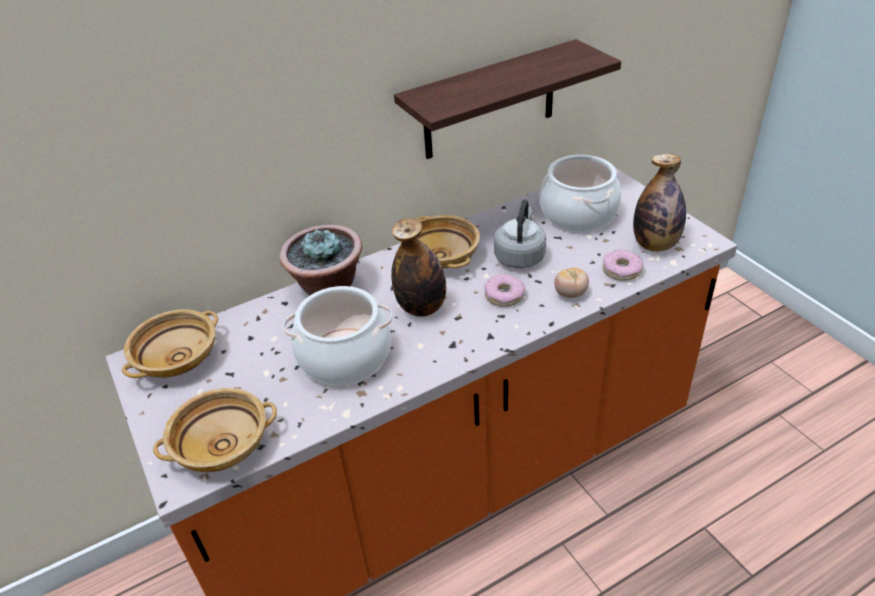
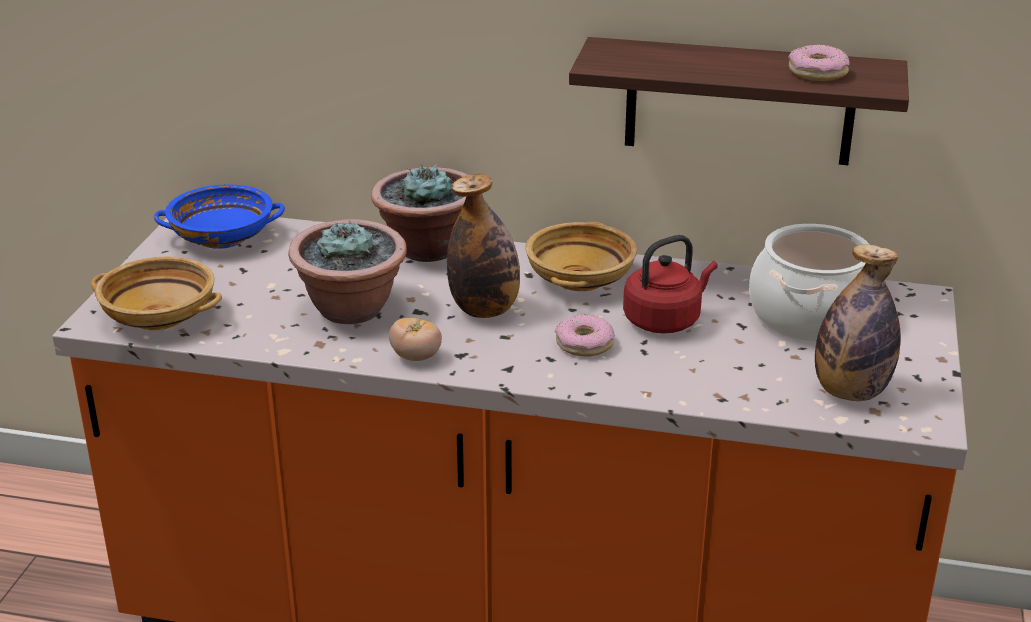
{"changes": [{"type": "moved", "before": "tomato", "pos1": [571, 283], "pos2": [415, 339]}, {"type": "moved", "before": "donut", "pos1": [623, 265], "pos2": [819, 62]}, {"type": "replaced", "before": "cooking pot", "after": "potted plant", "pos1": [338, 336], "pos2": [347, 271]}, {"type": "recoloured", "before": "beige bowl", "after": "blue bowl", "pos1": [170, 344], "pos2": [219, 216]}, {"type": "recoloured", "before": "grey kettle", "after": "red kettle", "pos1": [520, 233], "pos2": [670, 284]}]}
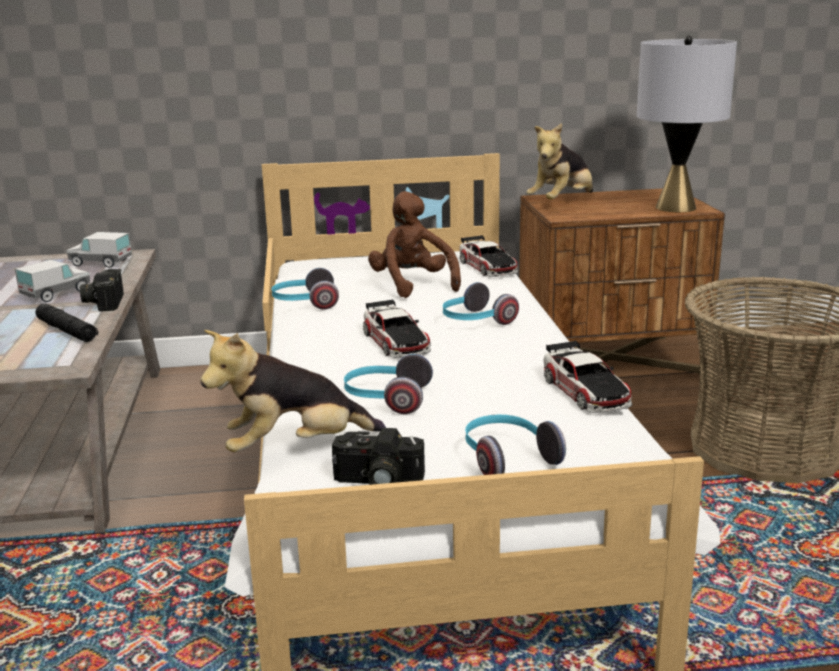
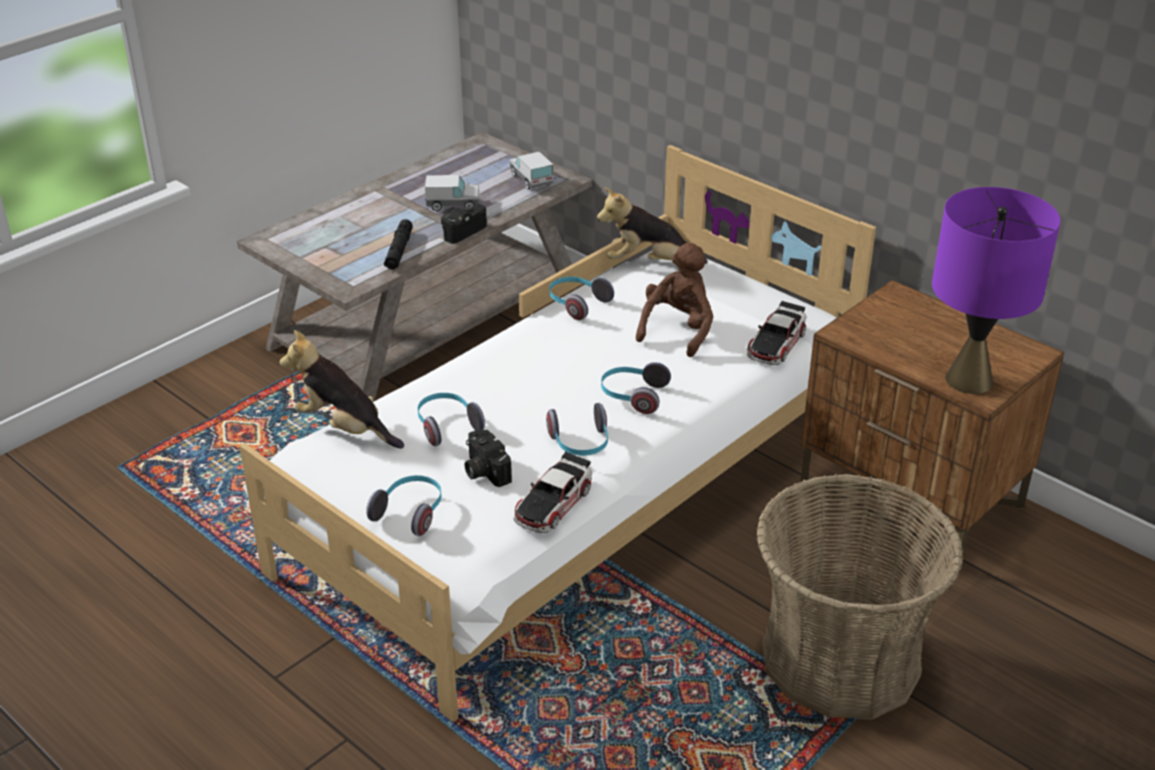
{"changes": [{"type": "removed", "before": "toy car", "pos1": [397, 329]}, {"type": "added", "after": "headphones", "pos2": [577, 429]}, {"type": "moved", "before": "photo camera", "pos1": [378, 456], "pos2": [488, 458]}, {"type": "moved", "before": "plush toy", "pos1": [559, 161], "pos2": [652, 226]}, {"type": "recoloured", "before": "grey table lamp", "after": "purple table lamp", "pos1": [687, 124], "pos2": [996, 290]}]}
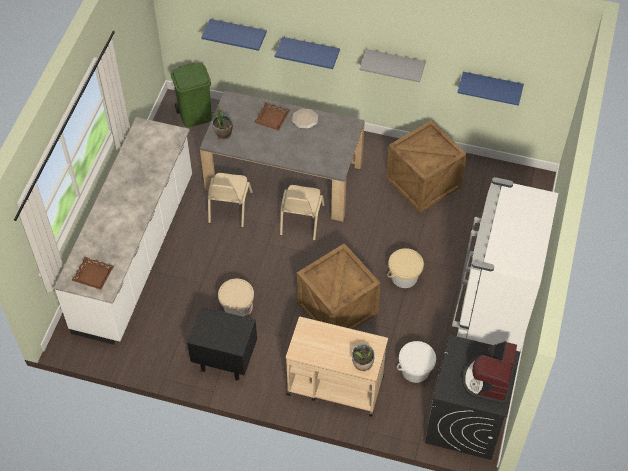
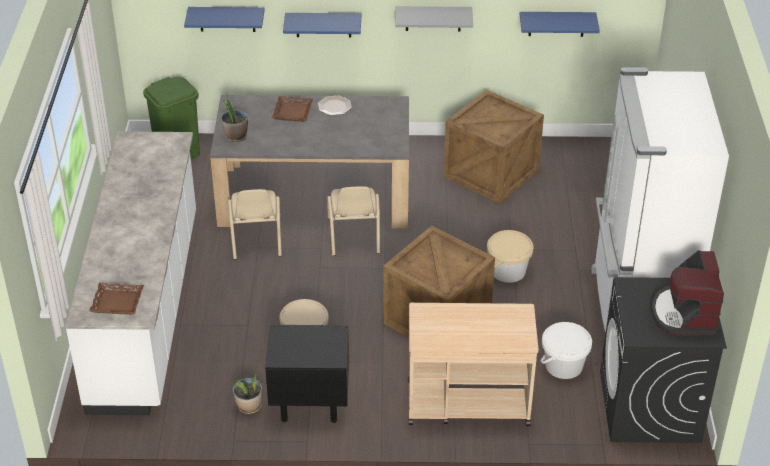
{"changes": [{"type": "moved", "before": "potted plant", "pos1": [363, 357], "pos2": [247, 394]}]}
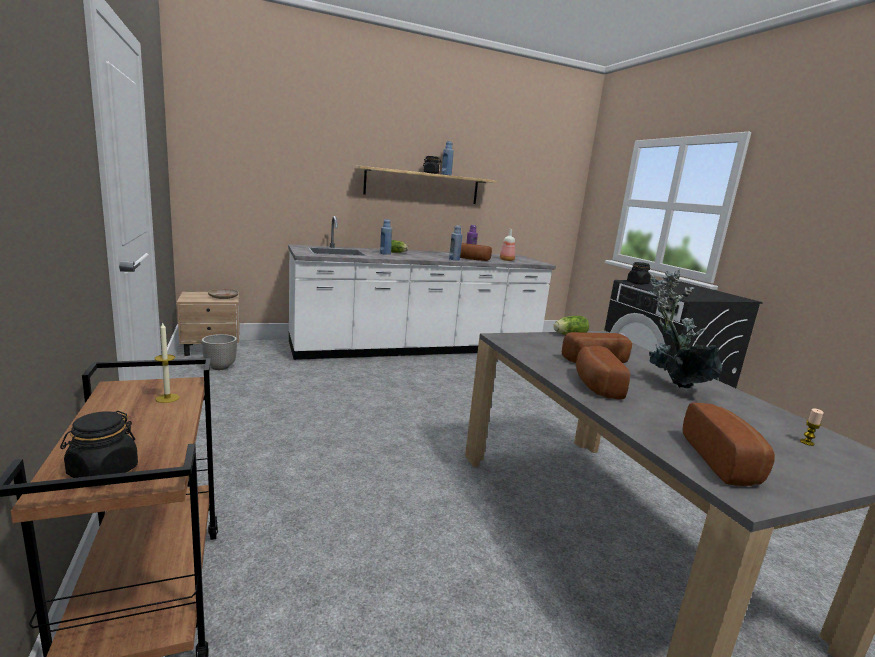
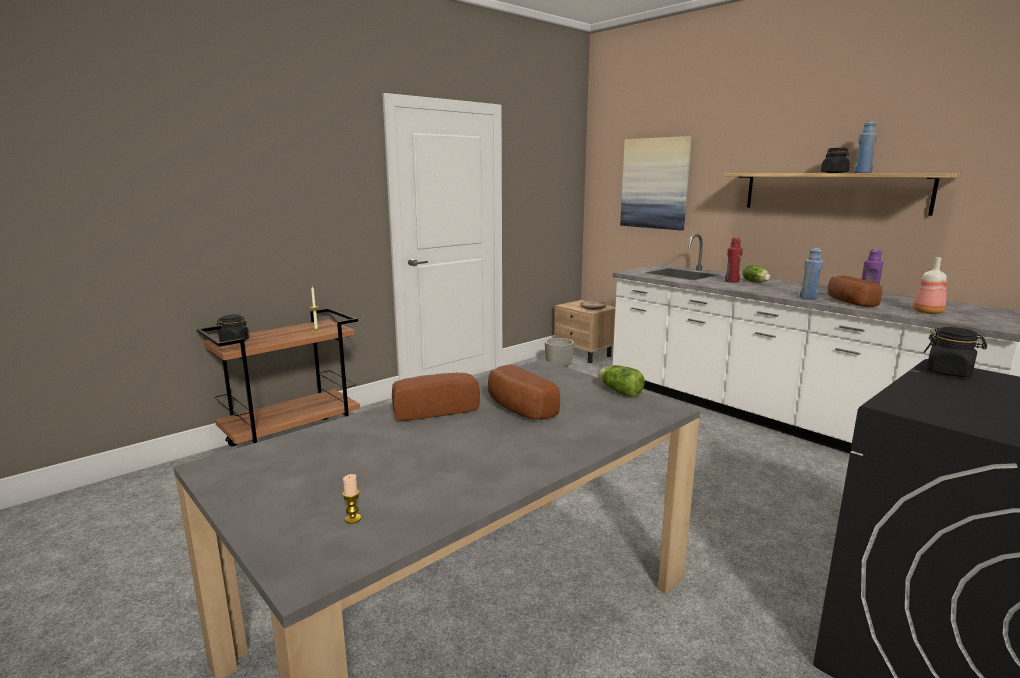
{"changes": [{"type": "removed", "before": "potted plant", "pos1": [686, 328]}, {"type": "removed", "before": "bread", "pos1": [728, 444]}, {"type": "added", "after": "picture", "pos2": [655, 183]}, {"type": "recoloured", "before": "blue bottle", "after": "red bottle", "pos1": [386, 237], "pos2": [734, 260]}]}
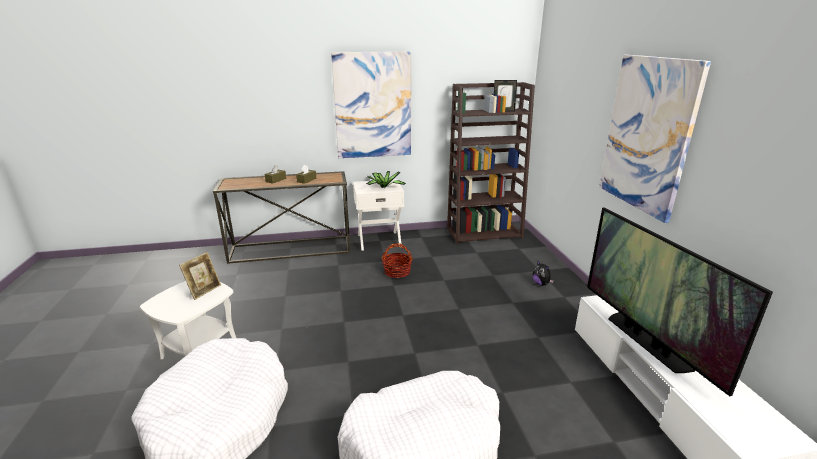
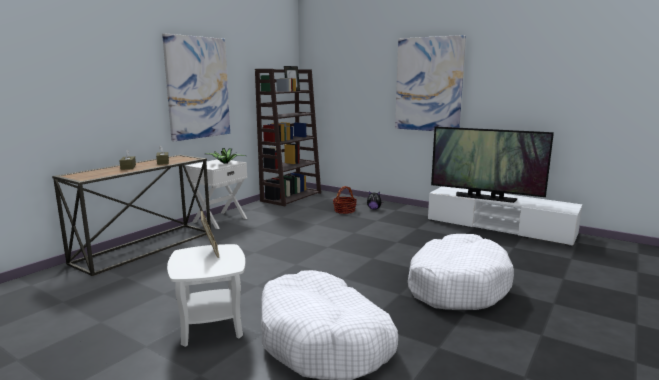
{"changes": [{"type": "moved", "before": "basket", "pos1": [397, 260], "pos2": [345, 200]}]}
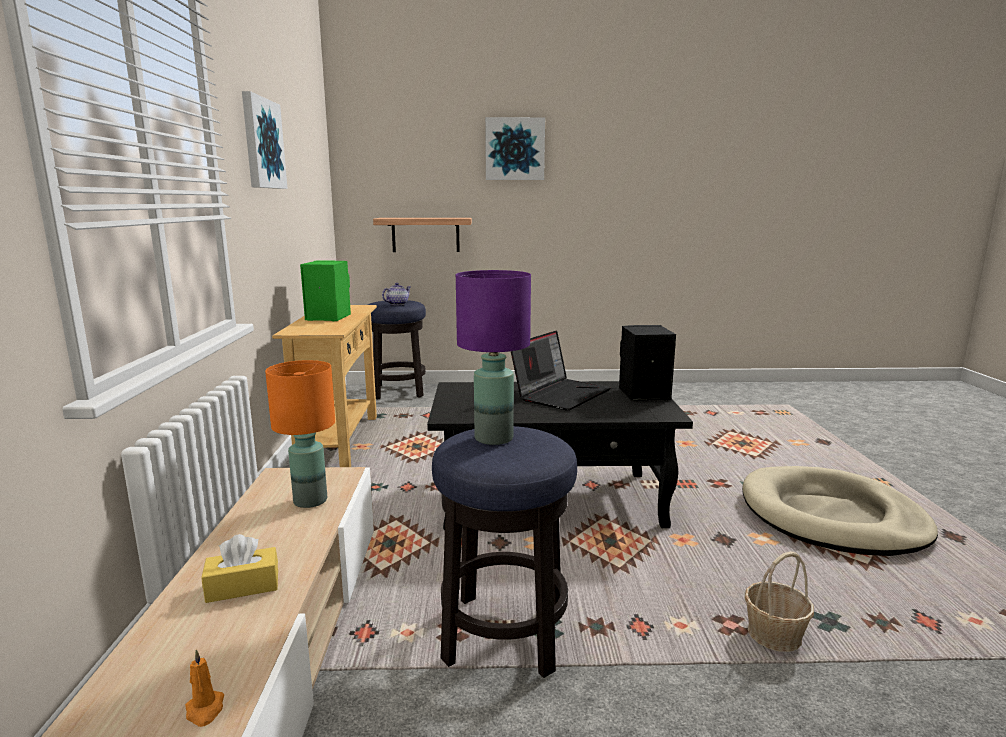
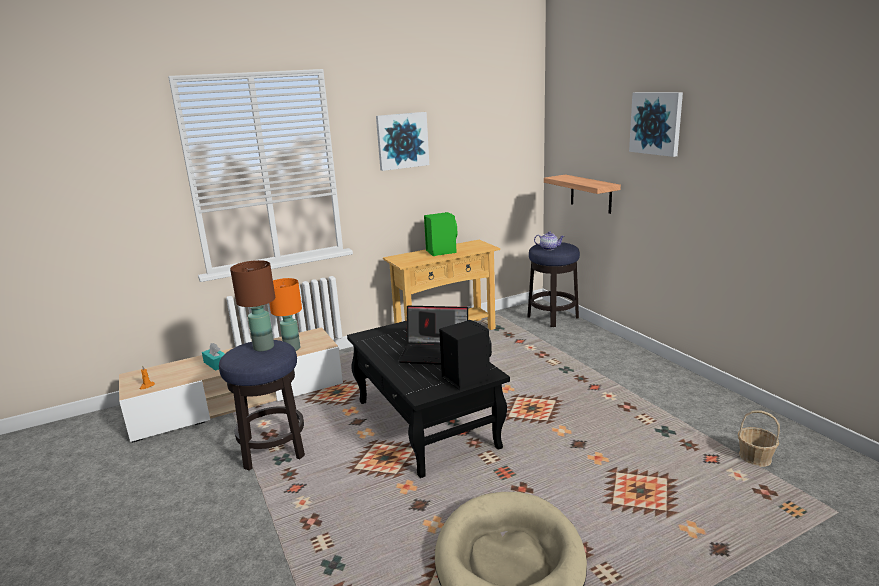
{"changes": [{"type": "moved", "before": "basket", "pos1": [779, 602], "pos2": [759, 438]}, {"type": "recoloured", "before": "yellow tissue box", "after": "turquoise tissue box", "pos1": [239, 568], "pos2": [213, 357]}, {"type": "recoloured", "before": "purple table lamp", "after": "brown table lamp", "pos1": [493, 357], "pos2": [252, 305]}]}
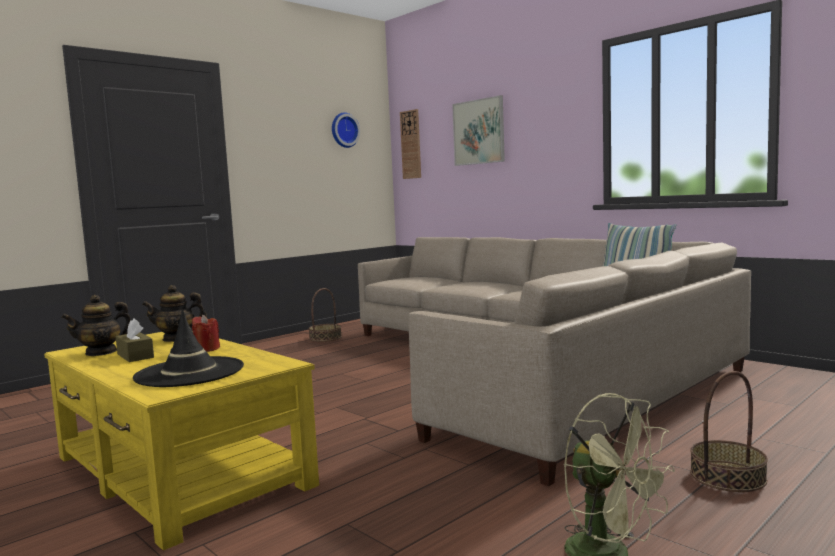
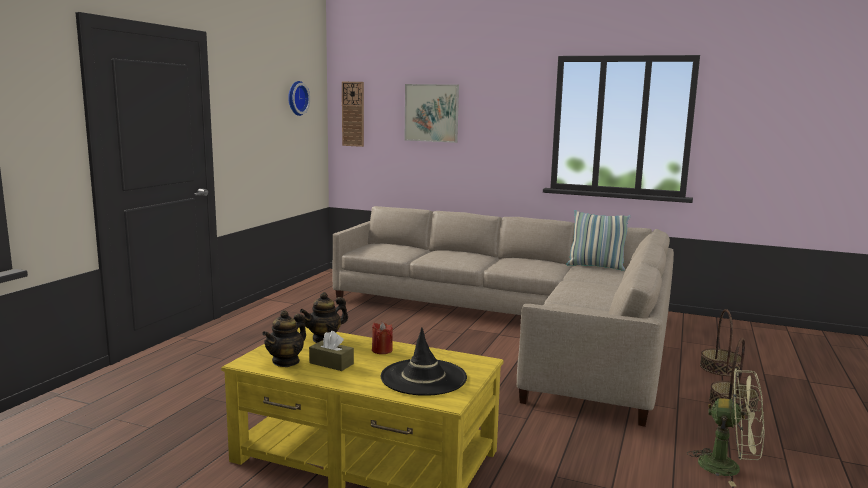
{"changes": [{"type": "moved", "before": "basket", "pos1": [325, 315], "pos2": [720, 342]}]}
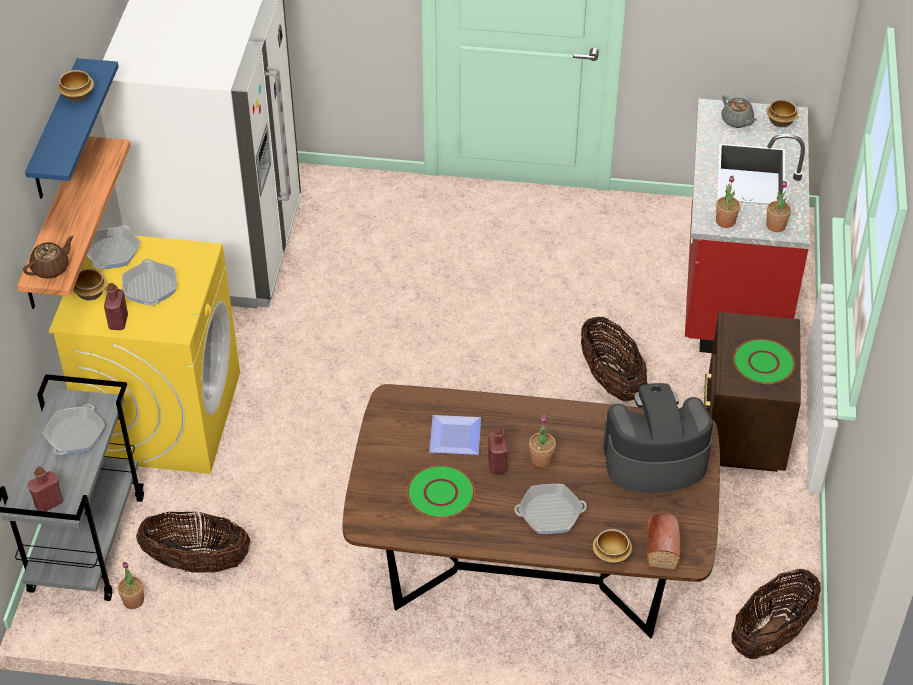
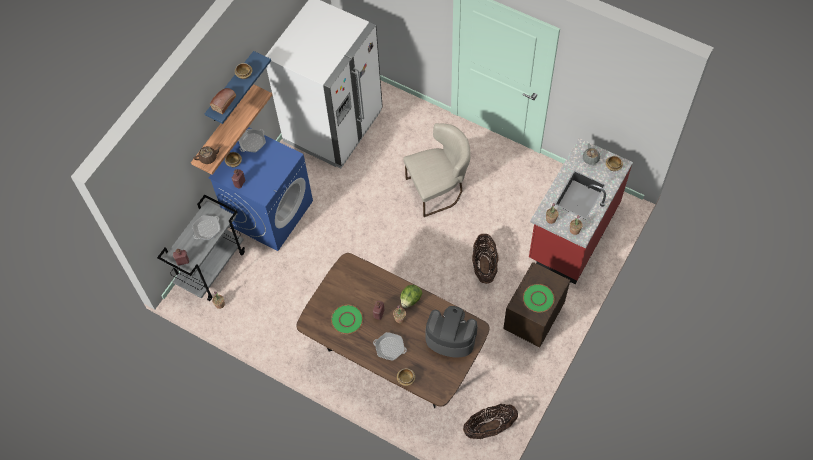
{"changes": [{"type": "removed", "before": "frying pan", "pos1": [149, 282]}, {"type": "removed", "before": "basket", "pos1": [193, 542]}, {"type": "removed", "before": "plate", "pos1": [455, 435]}, {"type": "added", "after": "lettuce", "pos2": [411, 296]}, {"type": "added", "after": "beige chair", "pos2": [437, 170]}, {"type": "moved", "before": "bread", "pos1": [663, 541], "pos2": [223, 101]}, {"type": "recoloured", "before": "yellow washing machine", "after": "blue washing machine", "pos1": [144, 355], "pos2": [261, 189]}]}
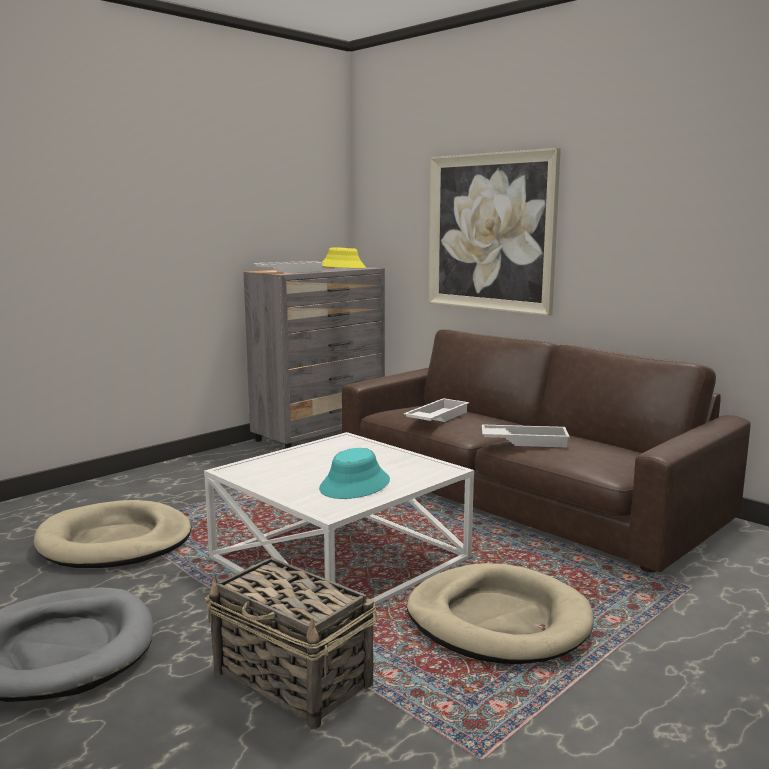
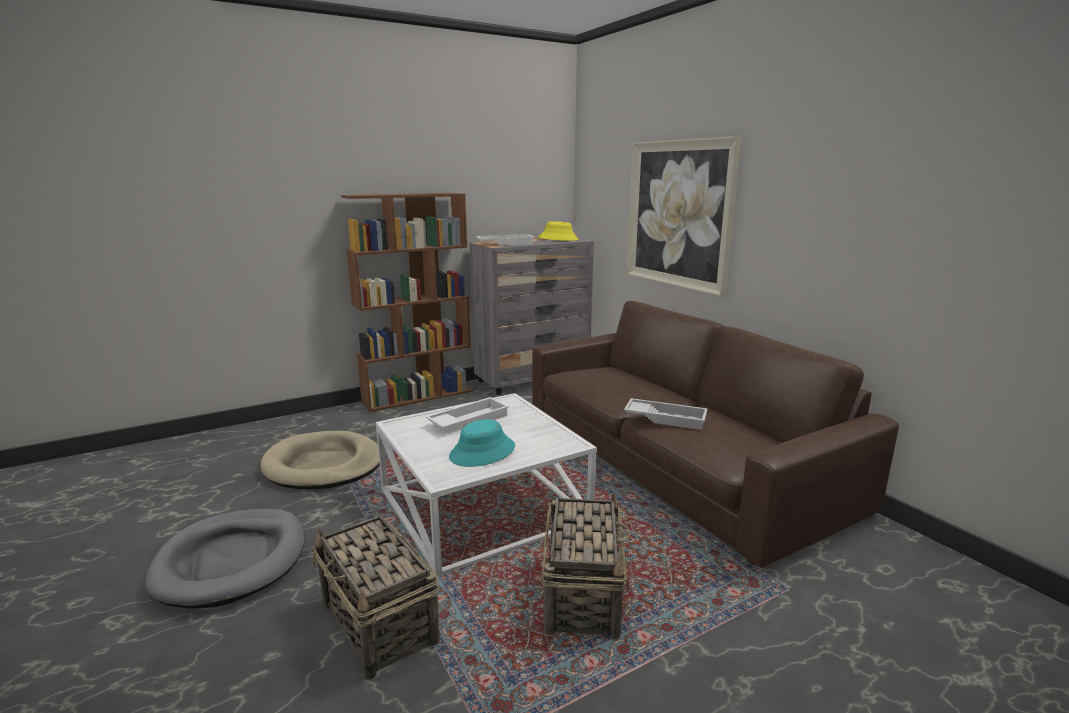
{"changes": [{"type": "added", "after": "brown bookcase", "pos2": [406, 302]}, {"type": "moved", "before": "white tray", "pos1": [436, 410], "pos2": [467, 413]}, {"type": "replaced", "before": "beige dog bed", "after": "basket", "pos1": [500, 613], "pos2": [586, 566]}]}
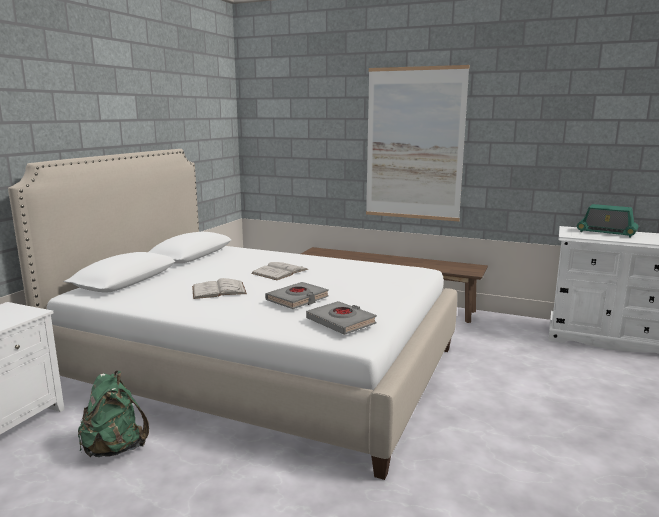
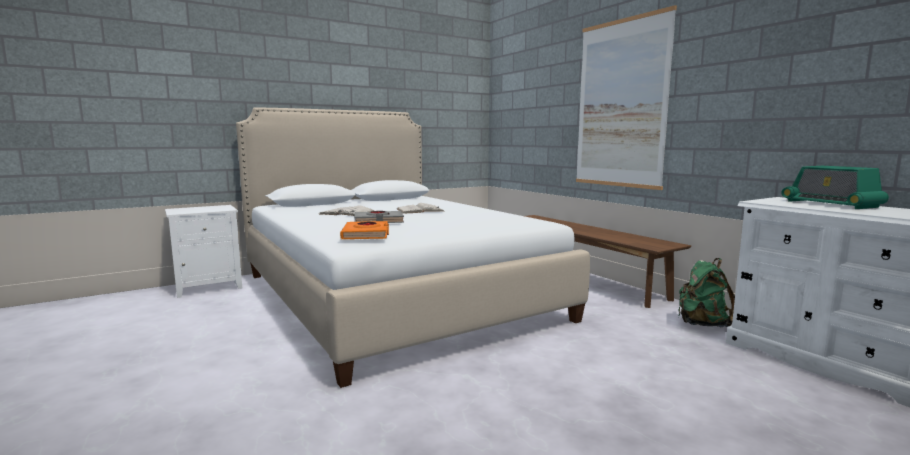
{"changes": [{"type": "moved", "before": "green backpack", "pos1": [113, 414], "pos2": [706, 292]}, {"type": "recoloured", "before": "grey book", "after": "orange book", "pos1": [341, 318], "pos2": [364, 230]}]}
